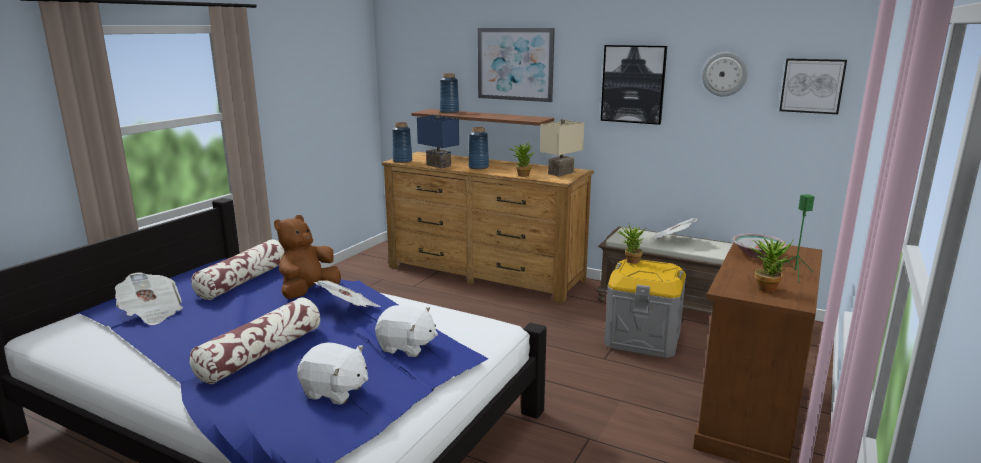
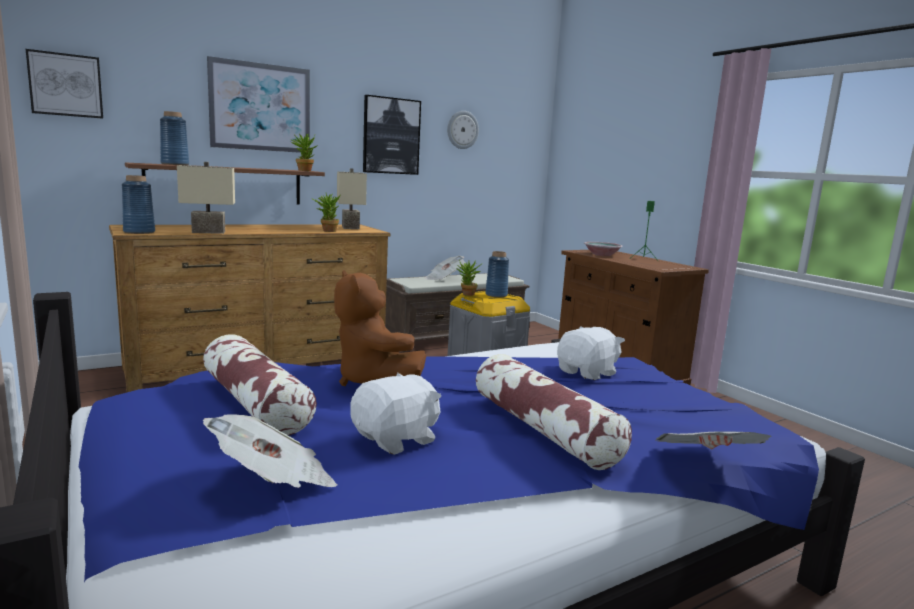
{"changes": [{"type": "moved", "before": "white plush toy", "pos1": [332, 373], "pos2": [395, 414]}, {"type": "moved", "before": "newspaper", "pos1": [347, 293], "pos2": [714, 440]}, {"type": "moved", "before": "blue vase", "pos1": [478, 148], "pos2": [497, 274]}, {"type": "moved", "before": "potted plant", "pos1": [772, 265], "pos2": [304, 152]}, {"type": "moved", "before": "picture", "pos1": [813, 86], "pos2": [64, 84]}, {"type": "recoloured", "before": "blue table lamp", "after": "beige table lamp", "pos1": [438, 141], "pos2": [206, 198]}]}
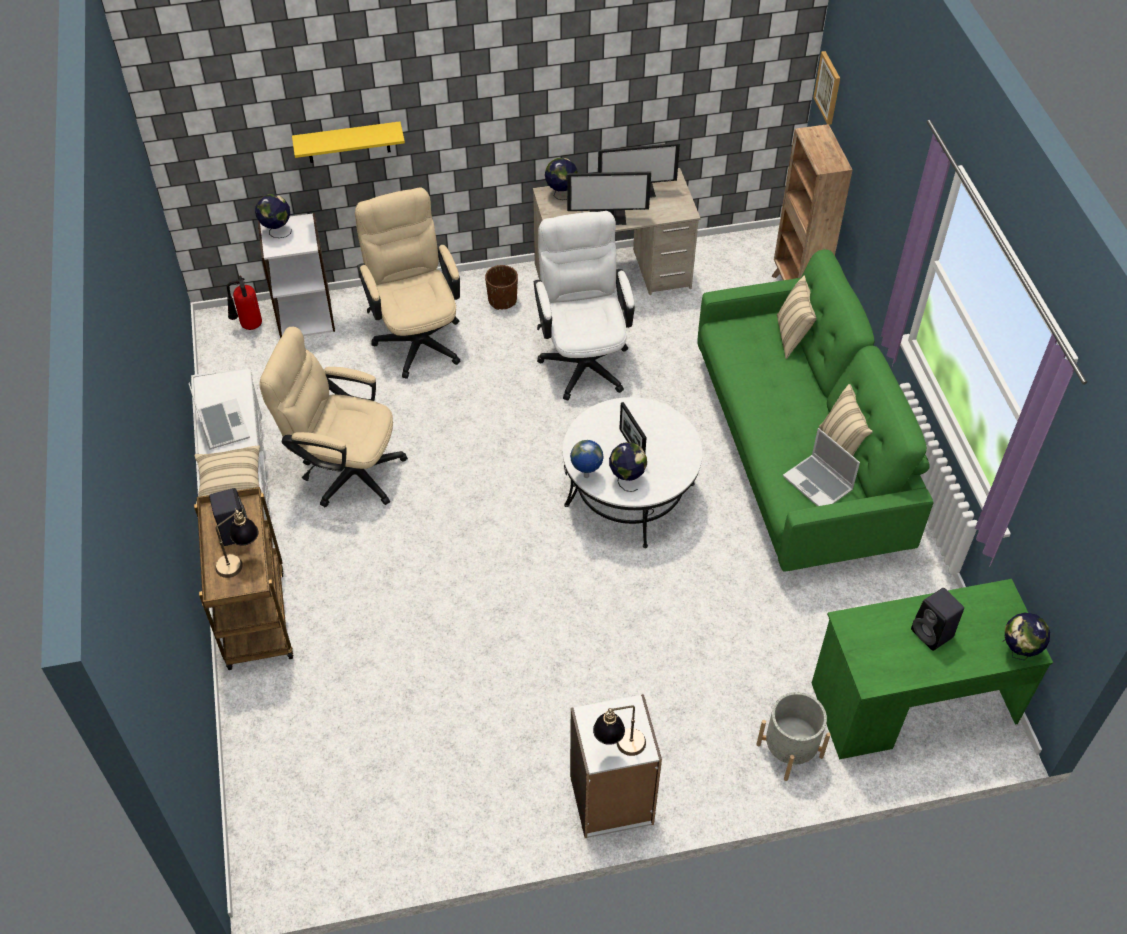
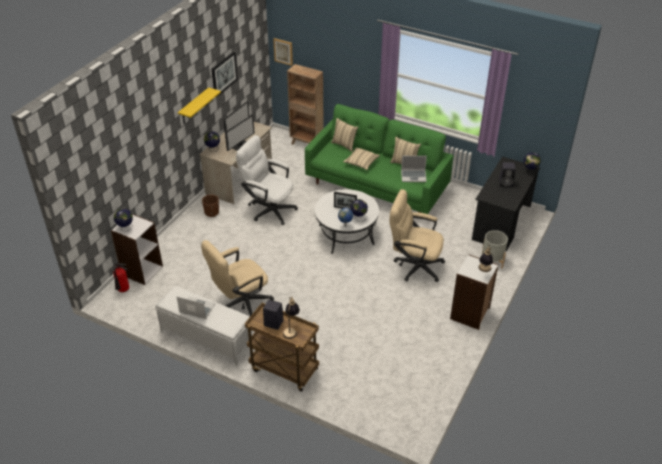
{"changes": [{"type": "added", "after": "picture", "pos2": [225, 74]}, {"type": "moved", "before": "beige pillow", "pos1": [229, 474], "pos2": [361, 159]}, {"type": "moved", "before": "yellow shelf", "pos1": [348, 142], "pos2": [199, 105]}, {"type": "moved", "before": "beige office chair", "pos1": [407, 283], "pos2": [417, 235]}, {"type": "recoloured", "before": "green desk", "after": "black desk", "pos1": [932, 669], "pos2": [506, 204]}]}
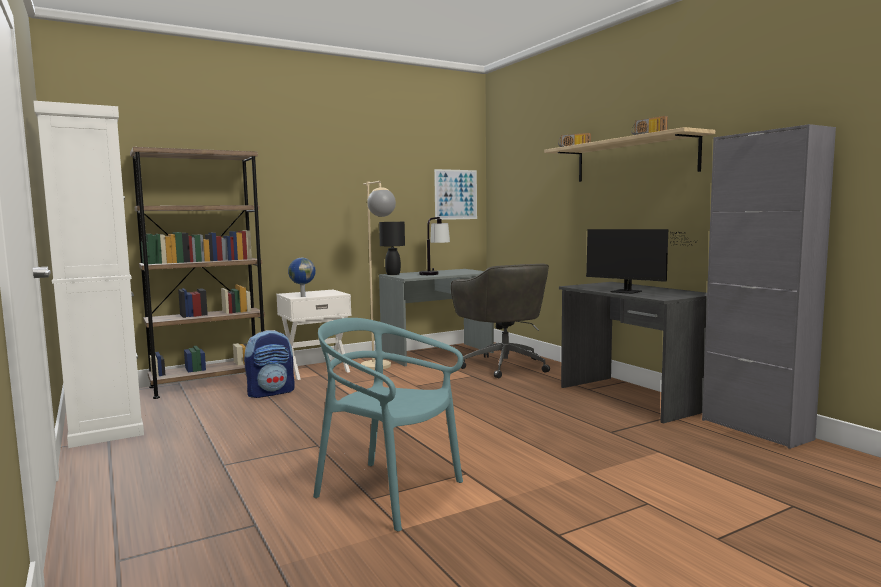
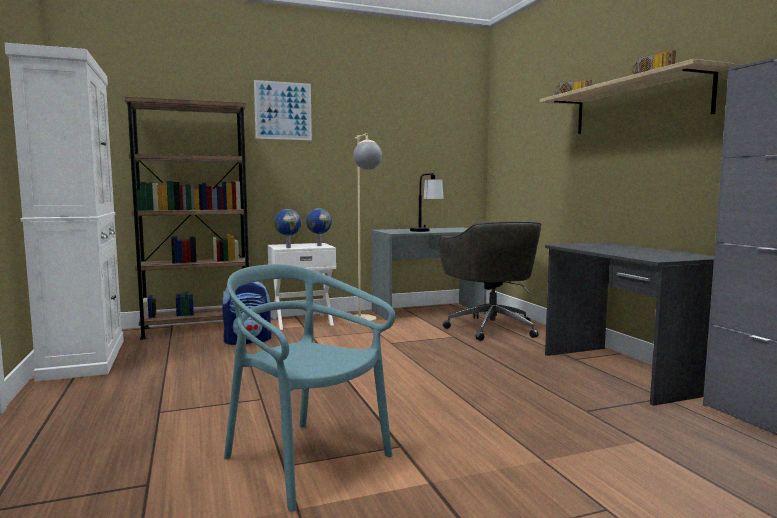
{"changes": [{"type": "removed", "before": "black table lamp", "pos1": [392, 248]}, {"type": "removed", "before": "monitor", "pos1": [642, 261]}, {"type": "added", "after": "globe", "pos2": [319, 227]}, {"type": "moved", "before": "picture", "pos1": [455, 194], "pos2": [283, 110]}]}
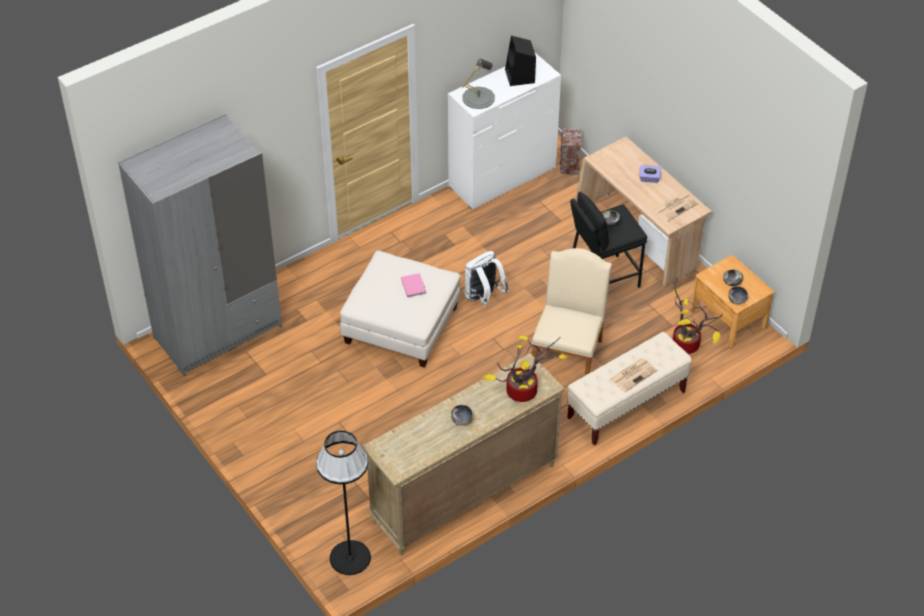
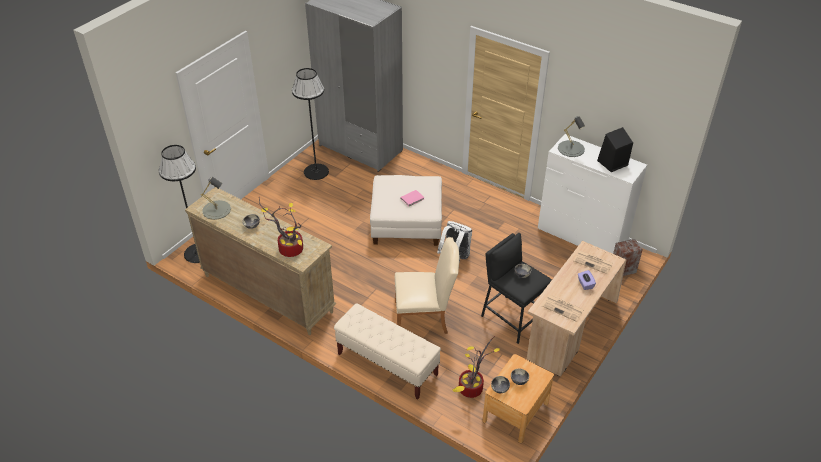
{"changes": [{"type": "added", "after": "grey table lamp", "pos2": [216, 198]}, {"type": "added", "after": "black floor lamp", "pos2": [310, 124]}, {"type": "moved", "before": "newspaper", "pos1": [633, 375], "pos2": [593, 262]}]}
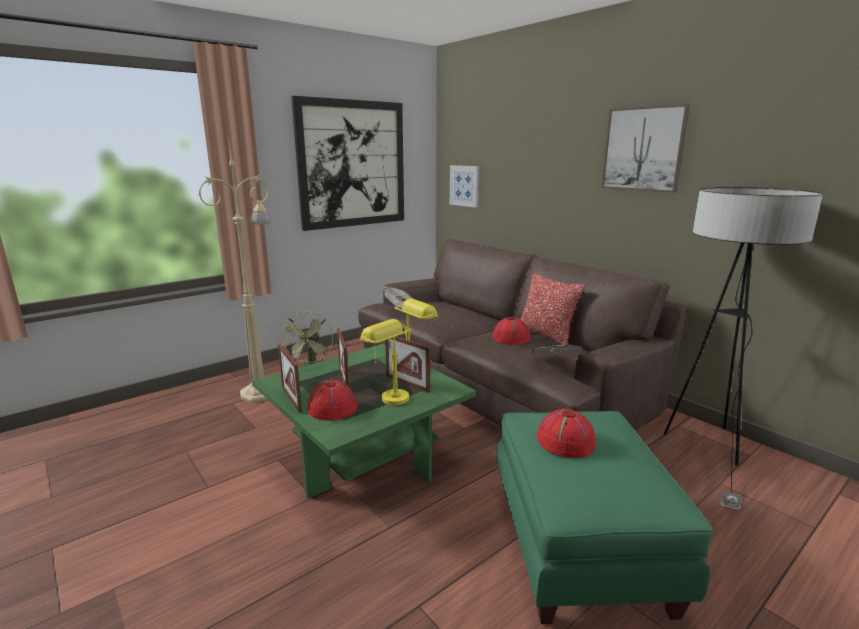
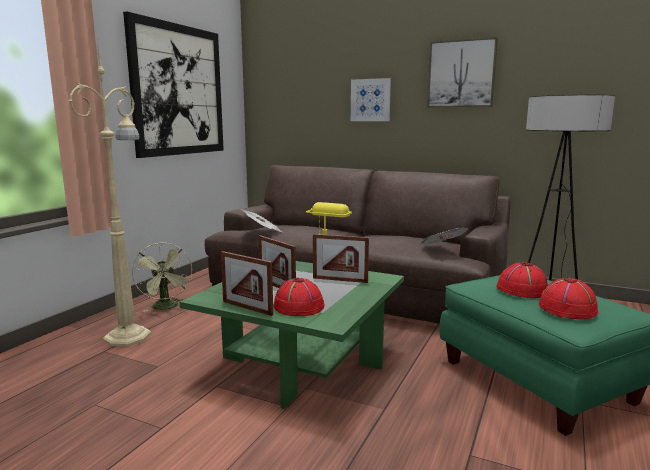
{"changes": [{"type": "removed", "before": "yellow table lamp", "pos1": [385, 362]}, {"type": "removed", "before": "pillow", "pos1": [553, 309]}, {"type": "moved", "before": "picture", "pos1": [464, 186], "pos2": [371, 99]}, {"type": "moved", "before": "red hat", "pos1": [512, 331], "pos2": [569, 298]}]}
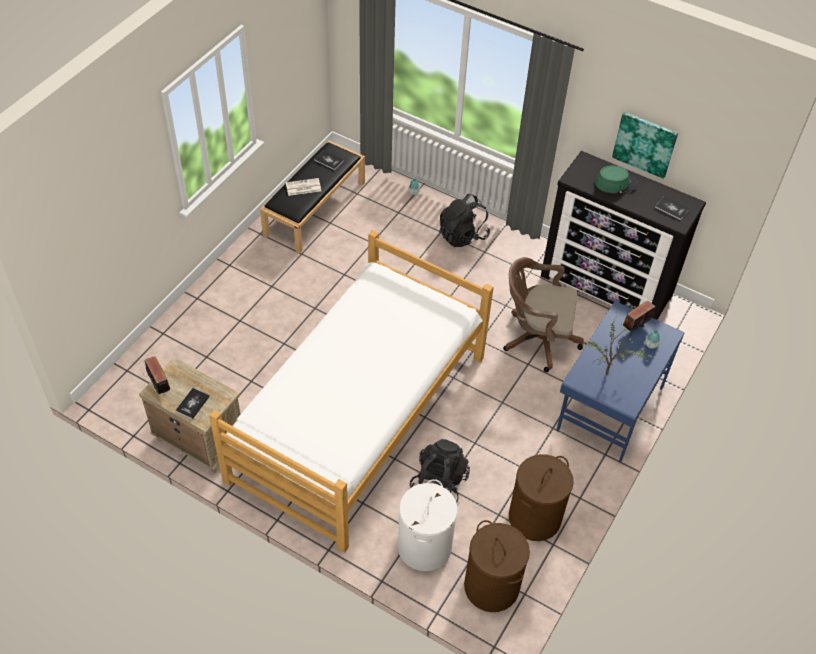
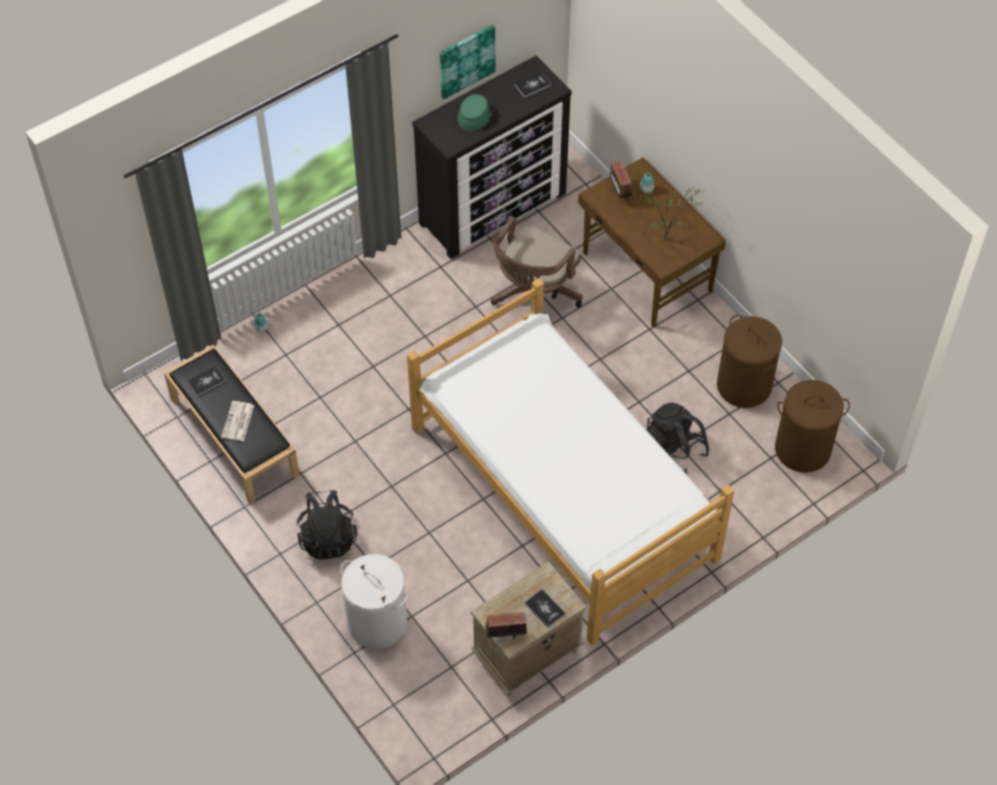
{"changes": [{"type": "moved", "before": "white laundry basket", "pos1": [428, 525], "pos2": [373, 601]}, {"type": "moved", "before": "black backpack", "pos1": [464, 220], "pos2": [327, 525]}, {"type": "recoloured", "before": "blue desk", "after": "brown desk", "pos1": [620, 382], "pos2": [652, 242]}]}
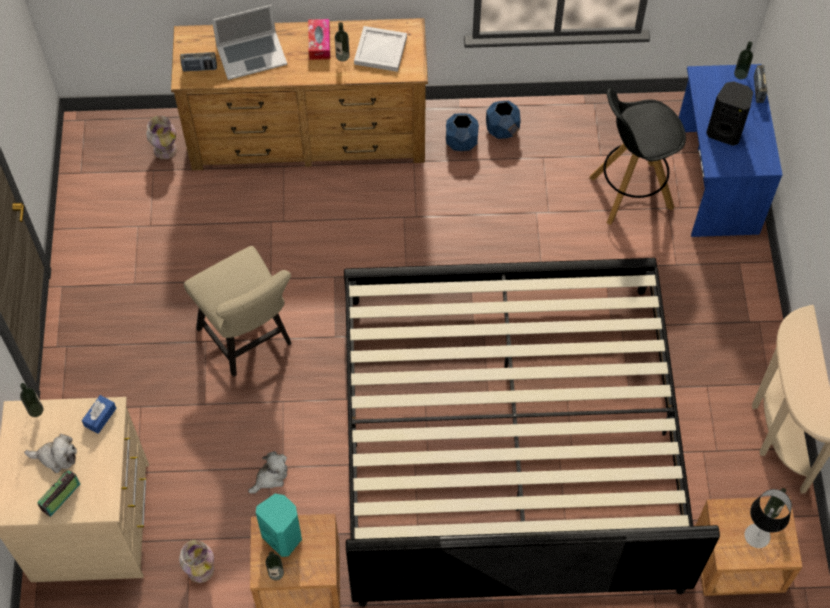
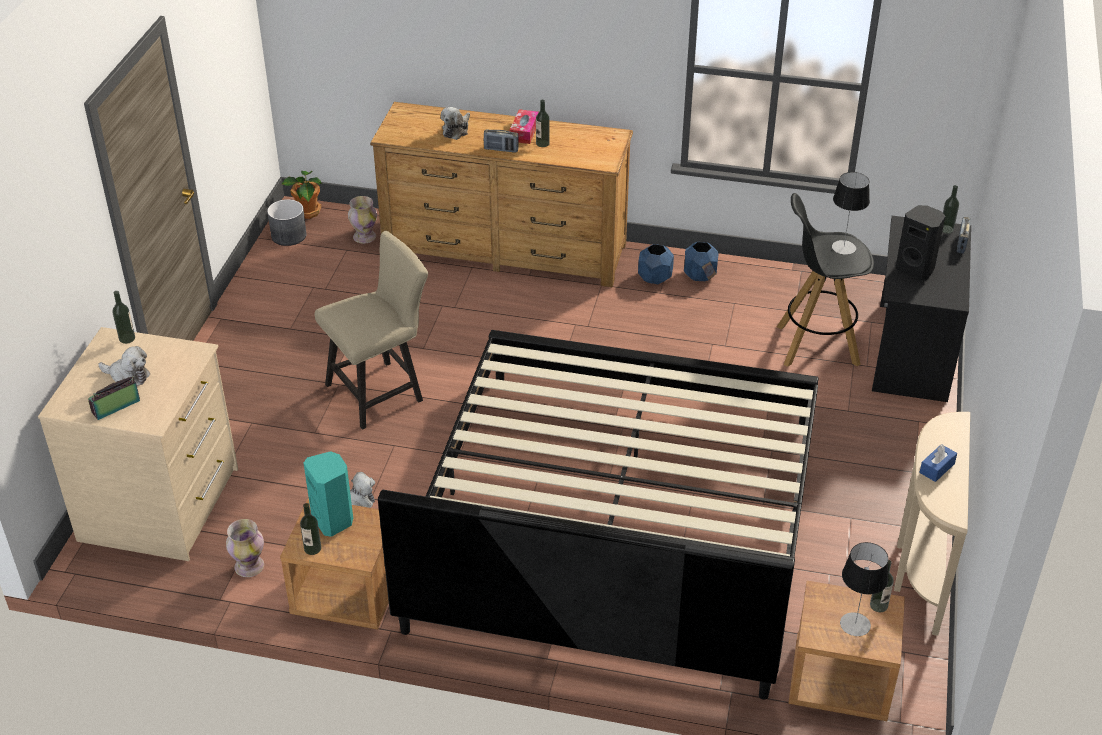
{"changes": [{"type": "removed", "before": "white tray", "pos1": [380, 49]}, {"type": "added", "after": "grey planter", "pos2": [286, 222]}, {"type": "added", "after": "potted plant", "pos2": [302, 195]}, {"type": "added", "after": "table lamp", "pos2": [851, 213]}, {"type": "moved", "before": "blue tissue box", "pos1": [99, 414], "pos2": [938, 463]}, {"type": "moved", "before": "radio", "pos1": [198, 61], "pos2": [501, 141]}, {"type": "replaced", "before": "laptop", "after": "plush toy", "pos1": [249, 42], "pos2": [455, 123]}, {"type": "recoloured", "before": "blue desk", "after": "black desk", "pos1": [731, 150], "pos2": [921, 309]}, {"type": "turned", "before": "beige chair", "pos1": [238, 311], "pos2": [371, 330], "turn": -105}]}
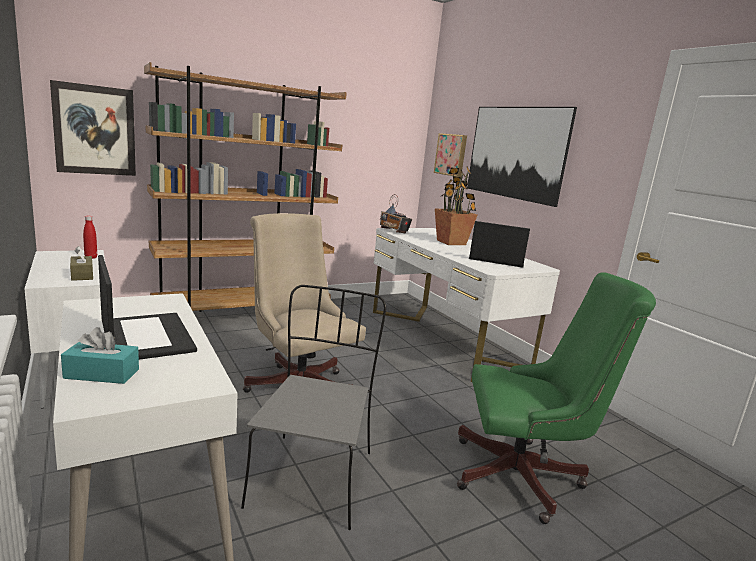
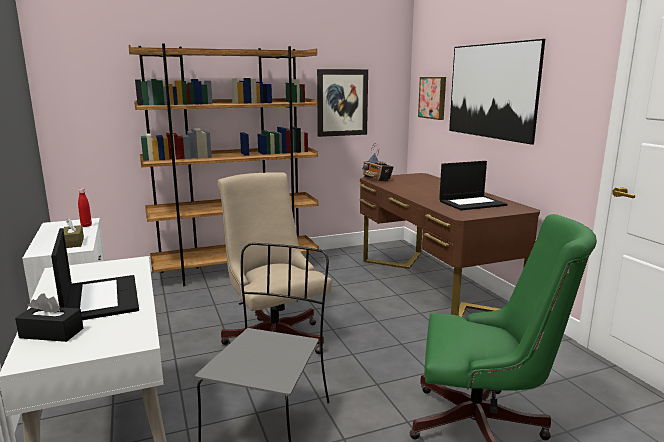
{"changes": [{"type": "removed", "before": "potted plant", "pos1": [456, 206]}, {"type": "moved", "before": "picture", "pos1": [93, 128], "pos2": [342, 103]}, {"type": "recoloured", "before": "turquoise tissue box", "after": "black tissue box", "pos1": [100, 355], "pos2": [49, 317]}, {"type": "recoloured", "before": "white desk", "after": "brown desk", "pos1": [466, 305], "pos2": [450, 245]}, {"type": "turned", "before": "laptop", "pos1": [499, 244], "pos2": [473, 186], "turn": 135}]}
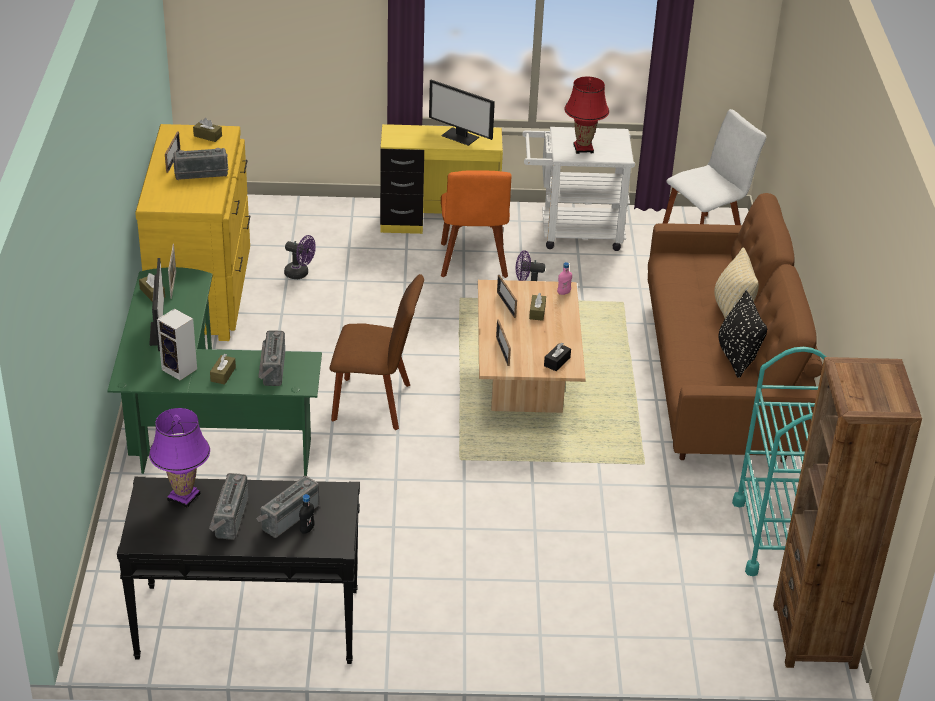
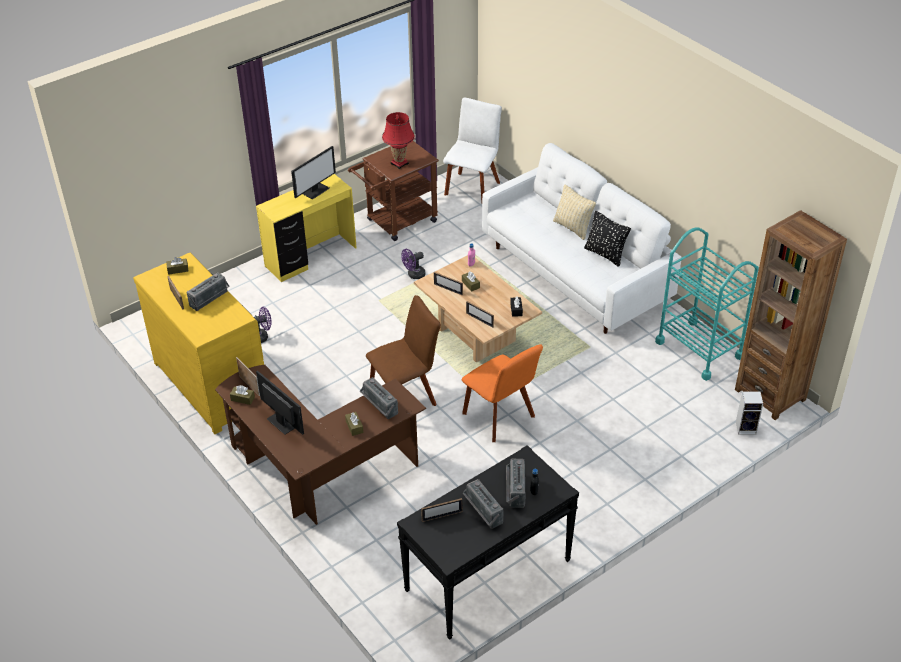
{"changes": [{"type": "moved", "before": "speaker", "pos1": [177, 344], "pos2": [749, 413]}, {"type": "moved", "before": "orange chair", "pos1": [476, 224], "pos2": [502, 393]}, {"type": "replaced", "before": "purple table lamp", "after": "picture frame", "pos1": [179, 458], "pos2": [441, 510]}, {"type": "recoloured", "before": "green desk", "after": "brown desk", "pos1": [215, 371], "pos2": [320, 445]}, {"type": "recoloured", "before": "white cart", "after": "brown cart", "pos1": [578, 189], "pos2": [393, 191]}, {"type": "recoloured", "before": "brown sofa", "after": "white sofa", "pos1": [735, 328], "pos2": [582, 238]}, {"type": "turned", "before": "monitor", "pos1": [462, 113], "pos2": [313, 173], "turn": -45}]}
